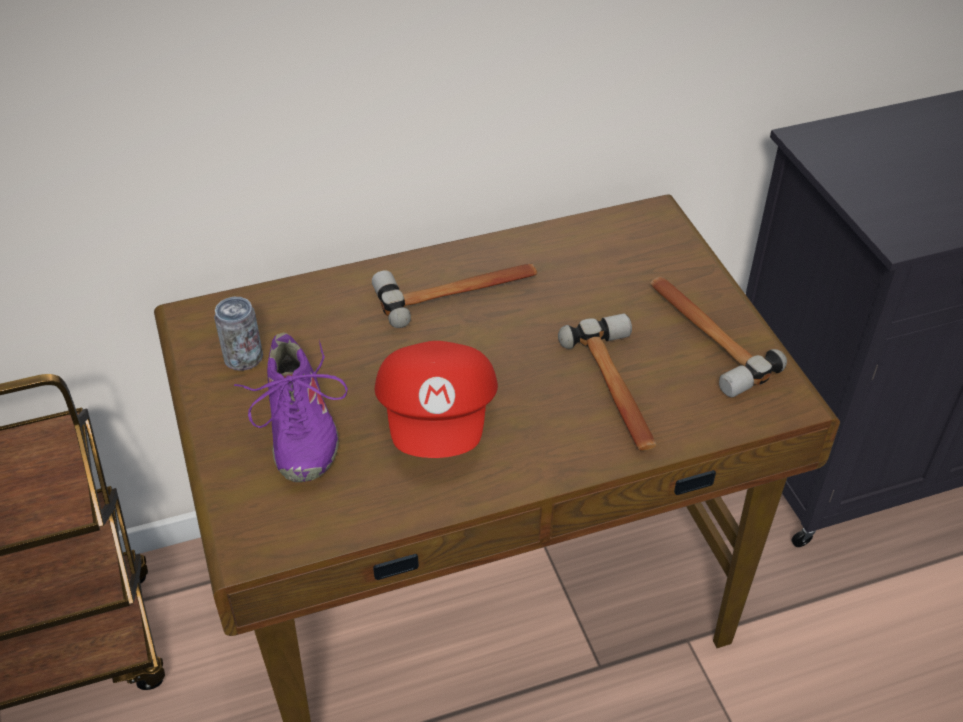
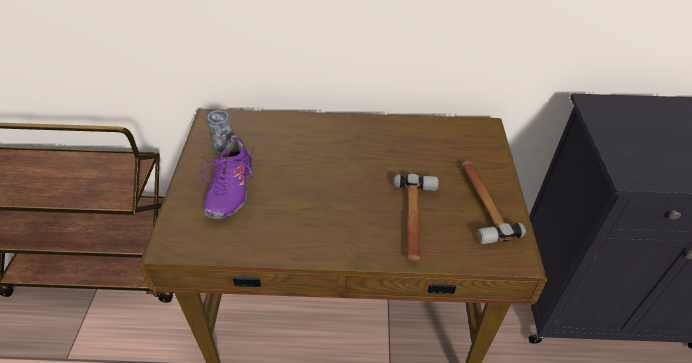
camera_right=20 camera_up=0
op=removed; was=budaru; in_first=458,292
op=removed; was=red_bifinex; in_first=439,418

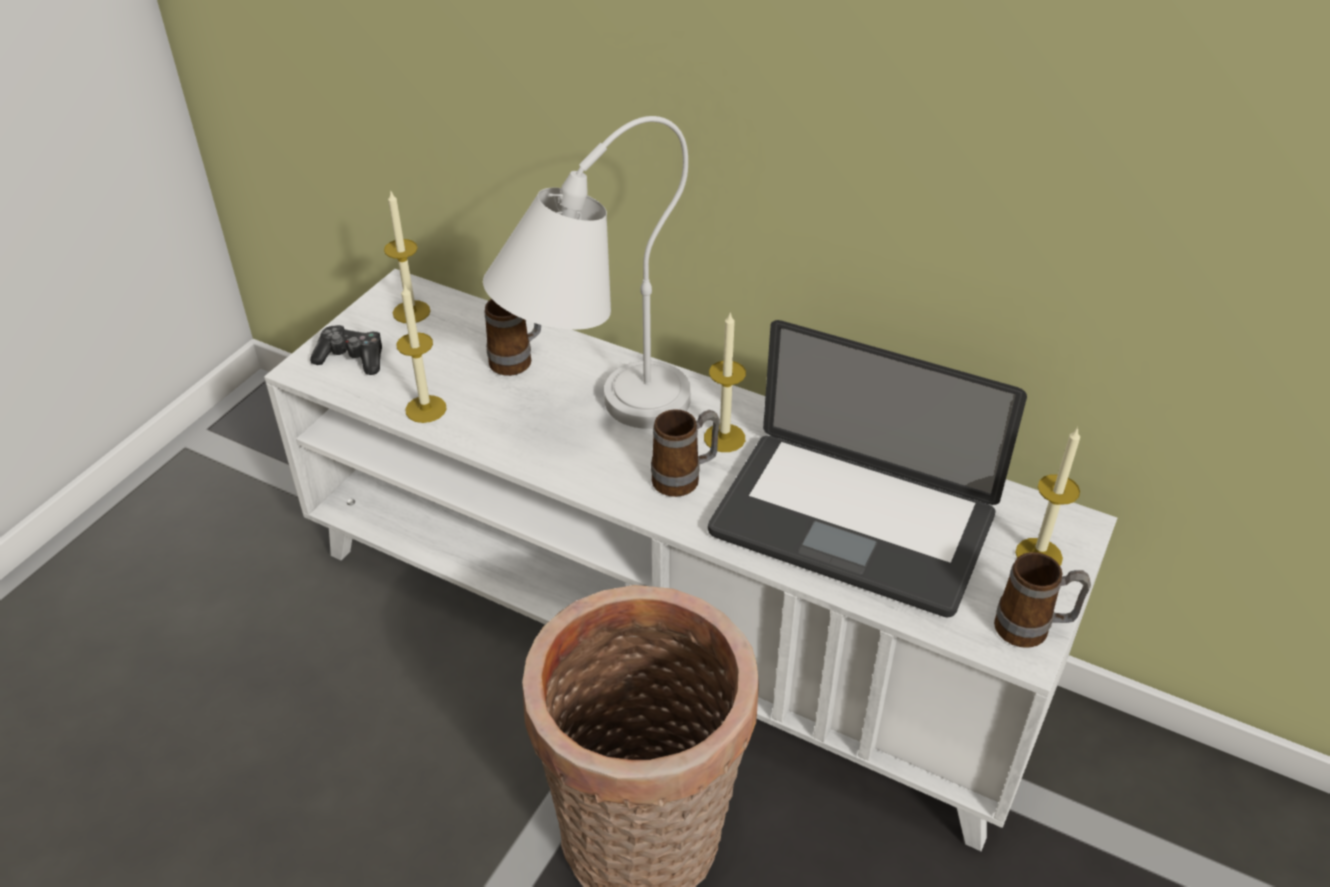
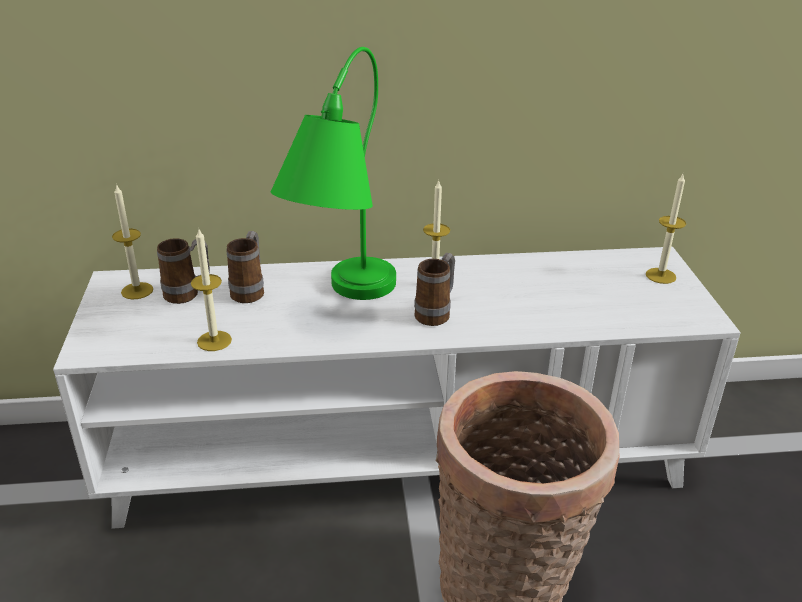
camera_right=-35 camera_up=-10
op=removed; was=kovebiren; in_first=352,358
op=recoloured; was=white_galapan; now=green_galapan; in_first=593,419; in_second=341,304
op=removed; was=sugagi; in_first=851,525
op=moved; was=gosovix; in_first=1032,630; in_second=188,294

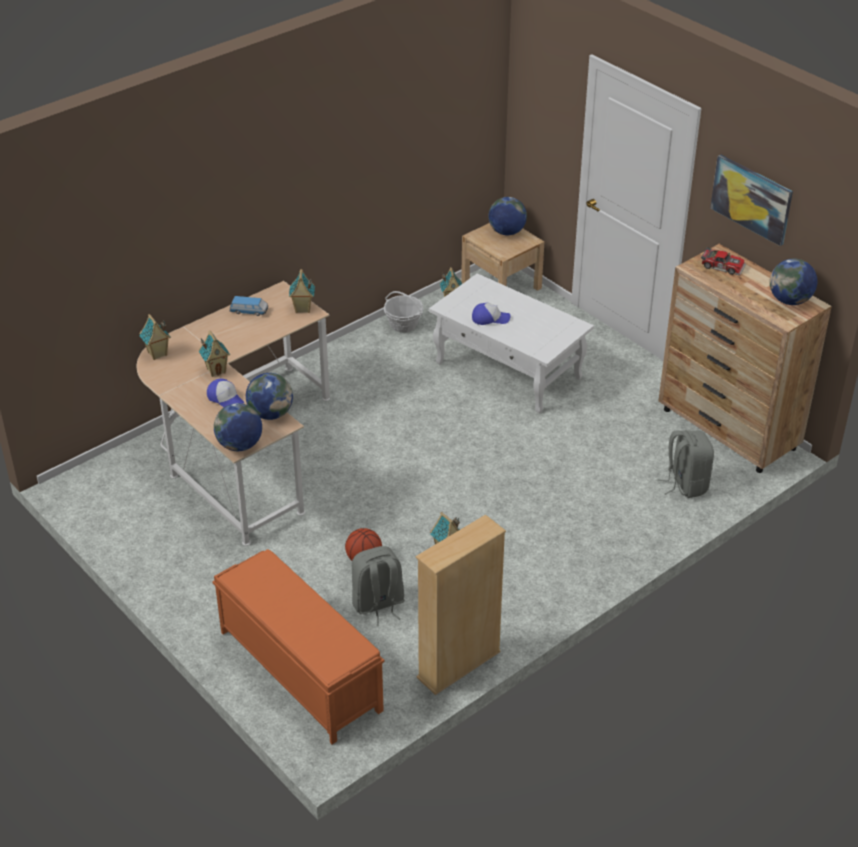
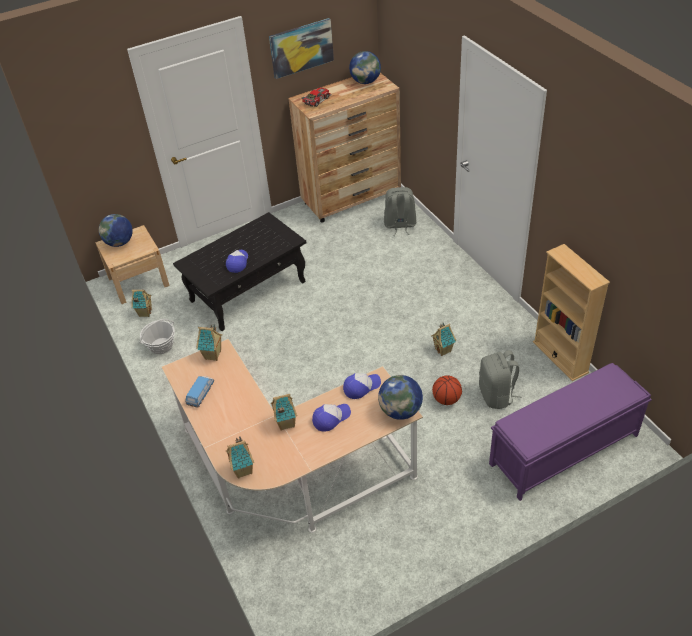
camera_right=-75 camera_up=5
op=recoloured; was=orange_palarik; now=purple_palarik; in_first=299,670; in_second=563,450
op=replaced; was=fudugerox; now=bifinex; in_first=270,414; in_second=361,387
op=recoloured; was=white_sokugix; now=black_sokugix; in_first=509,370; in_second=248,291

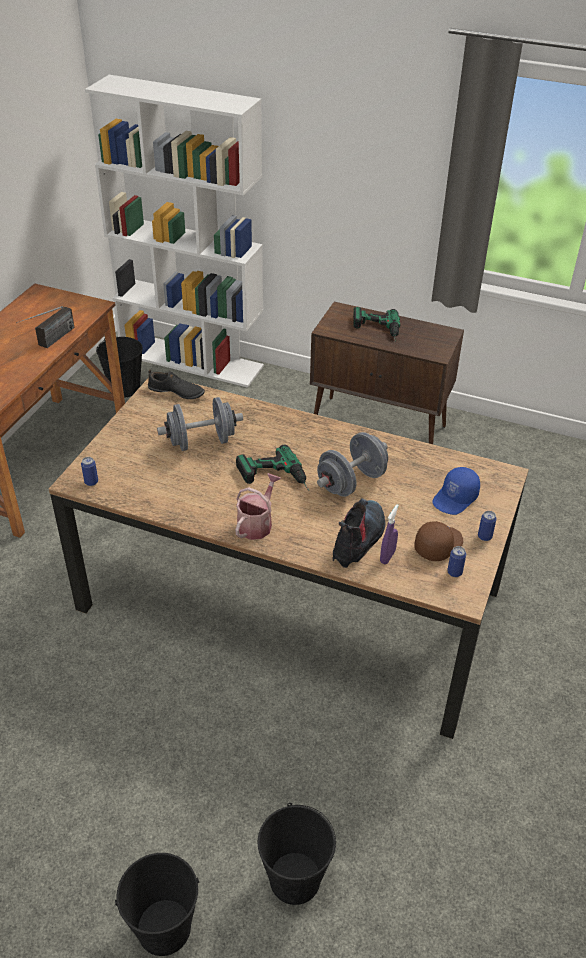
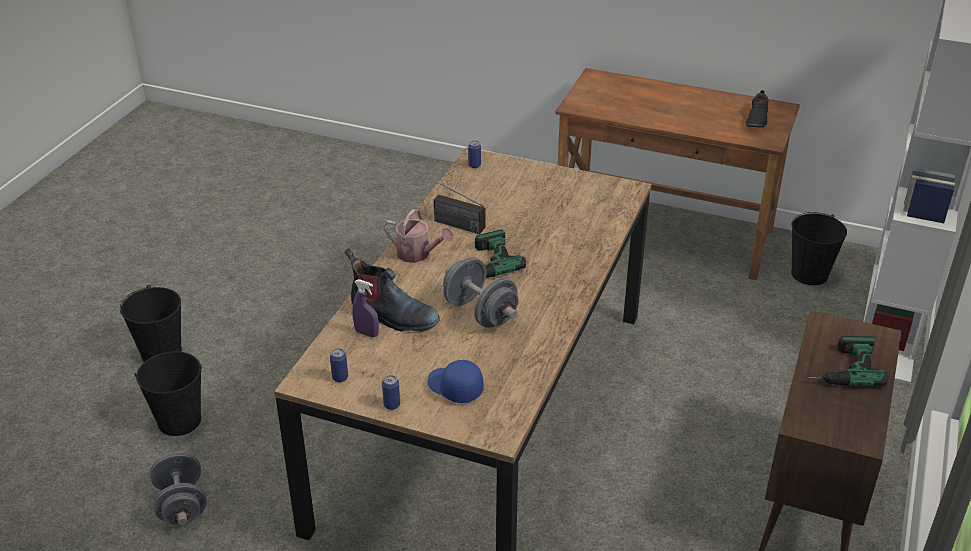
camera_right=90 camera_up=-5
op=moved; was=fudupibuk; in_first=50,342; in_second=446,221
op=moved; was=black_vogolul; in_first=176,392; in_second=756,119
op=moved; was=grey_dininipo; in_first=201,442; in_second=181,504
op=removed; was=brown_bifinex; in_first=438,545

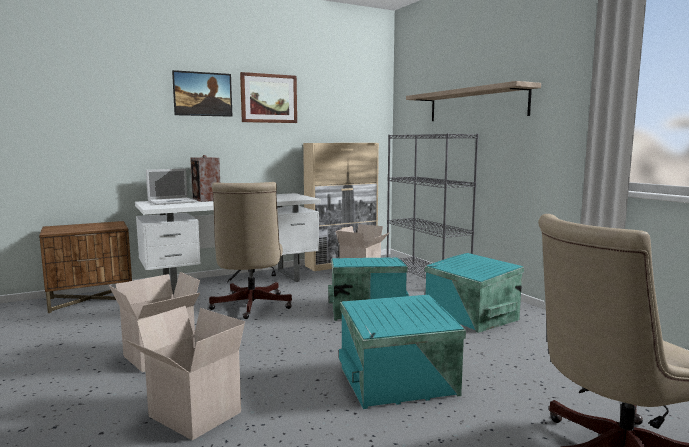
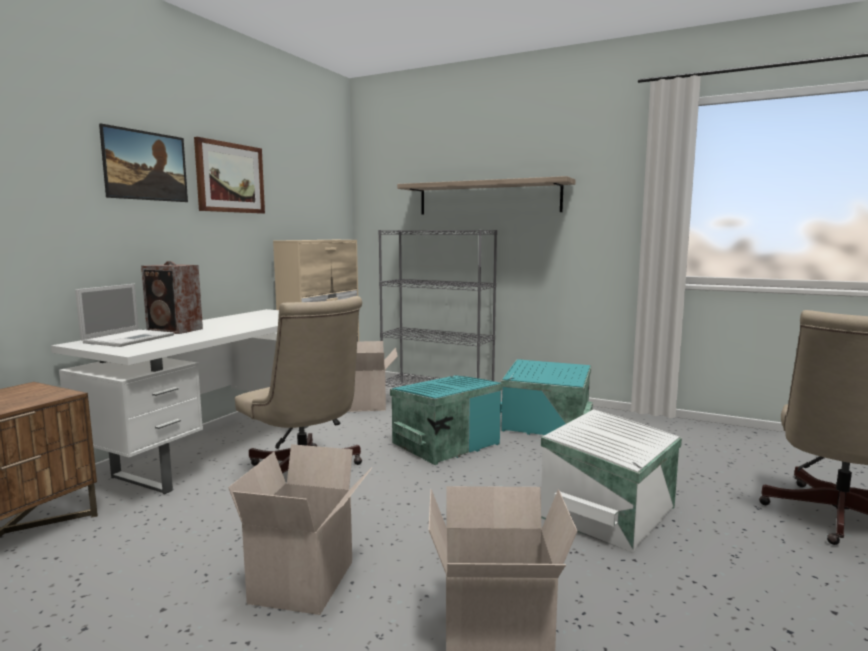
camera_right=-35 camera_up=0
op=recoloured; was=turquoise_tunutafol; now=white_tunutafol; in_first=400,382; in_second=611,512

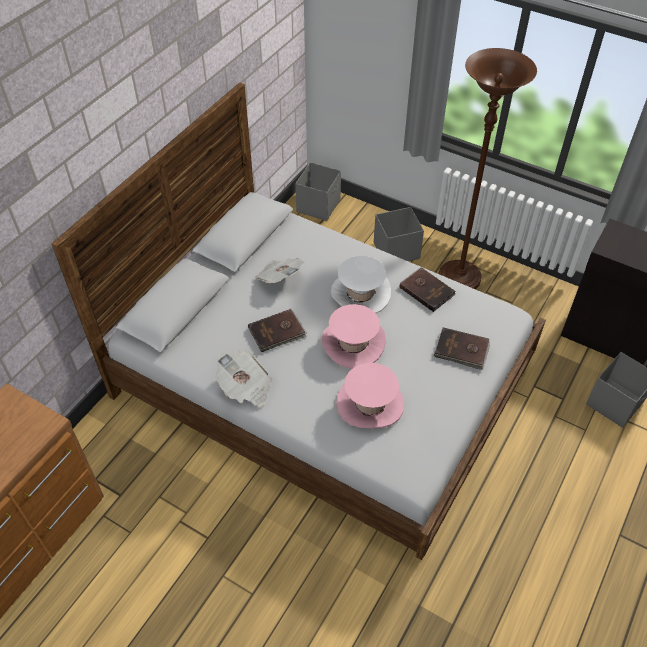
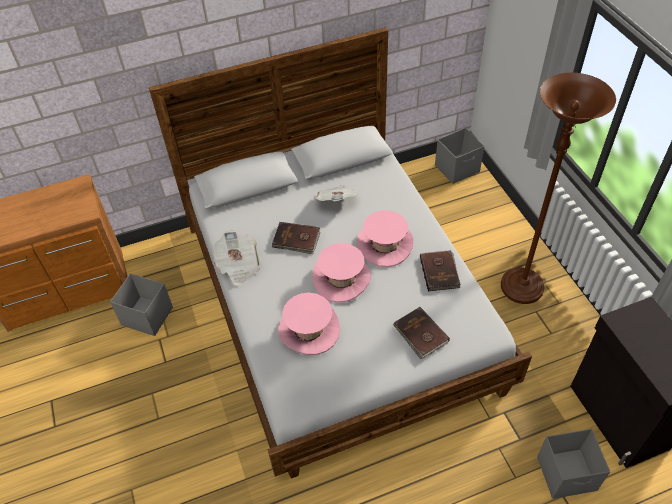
camera_right=40 camera_up=0
op=recoloured; was=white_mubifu; now=pink_mubifu; in_first=360,293; in_second=385,245
op=moved; was=grey_tunutafol; in_first=395,251; in_second=147,316

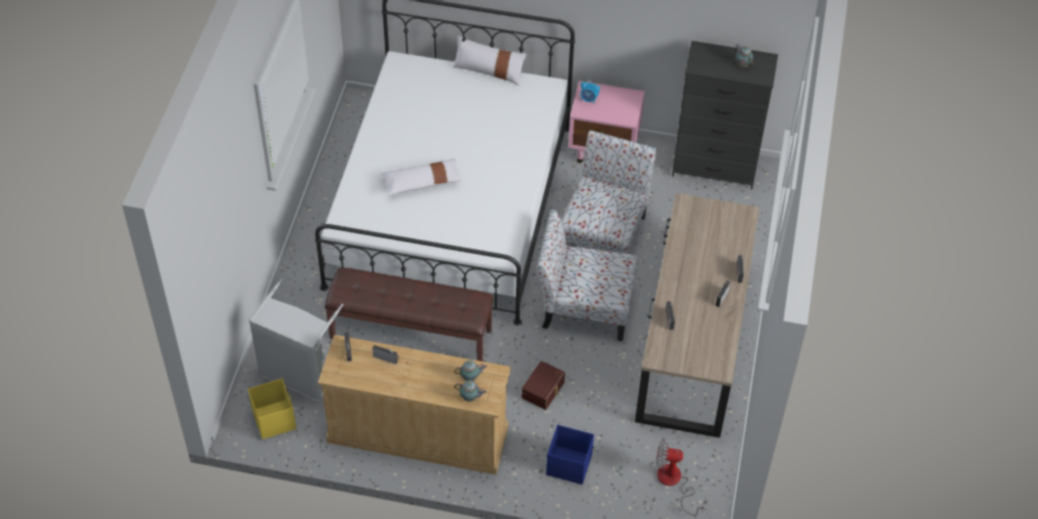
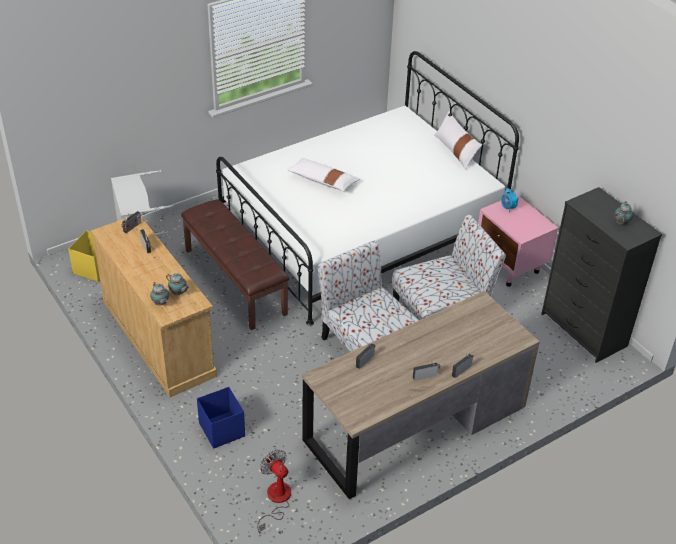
camera_right=45 camera_up=-10
op=removed; was=brown_tunutafol; in_first=544,390

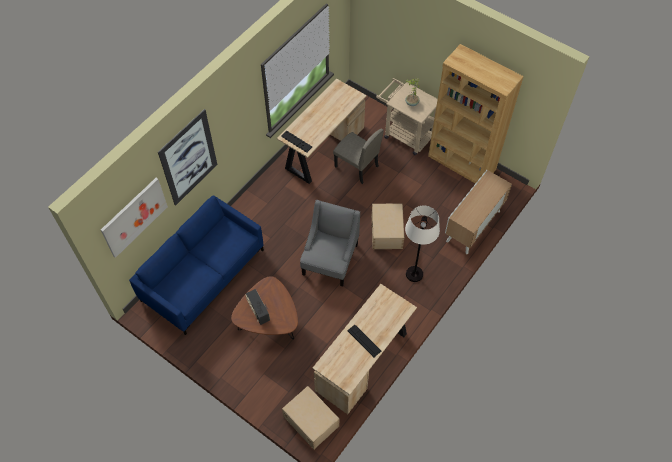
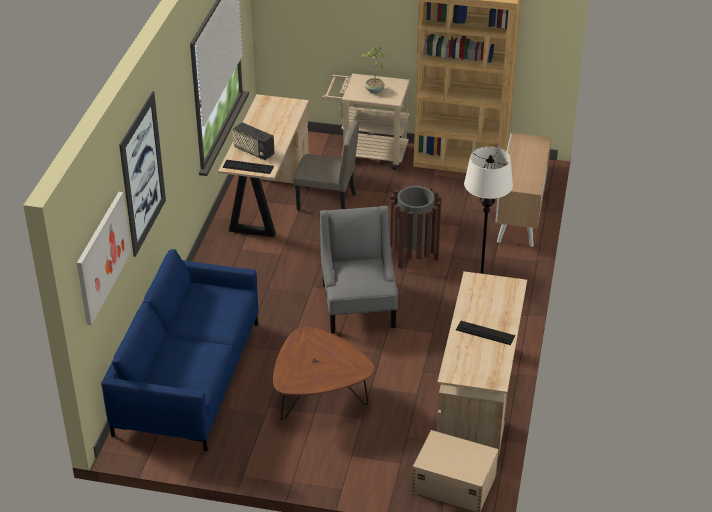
camera_right=-25 camera_up=-20
op=moved; was=fudupibuk; in_first=258,311; in_second=253,151
op=replaced; was=beige_tunutafol; now=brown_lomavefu; in_first=386,232; in_second=414,255

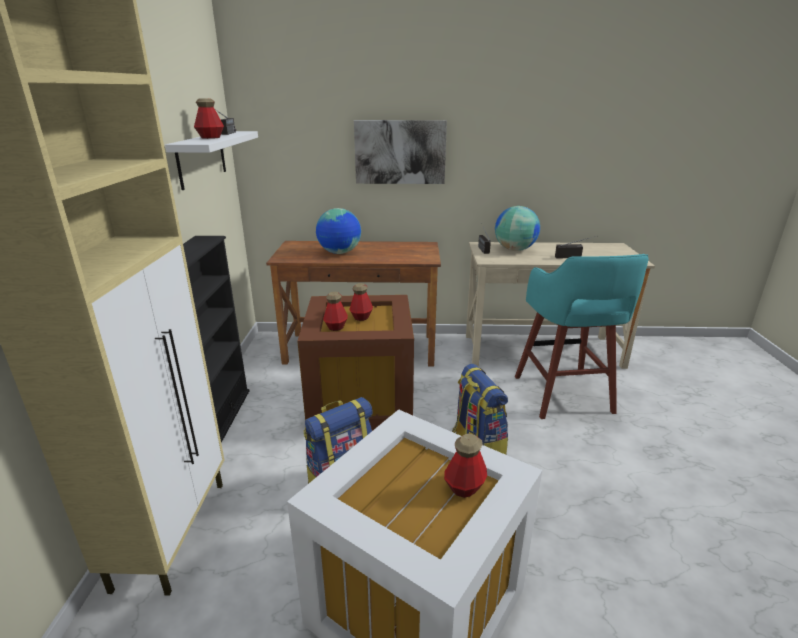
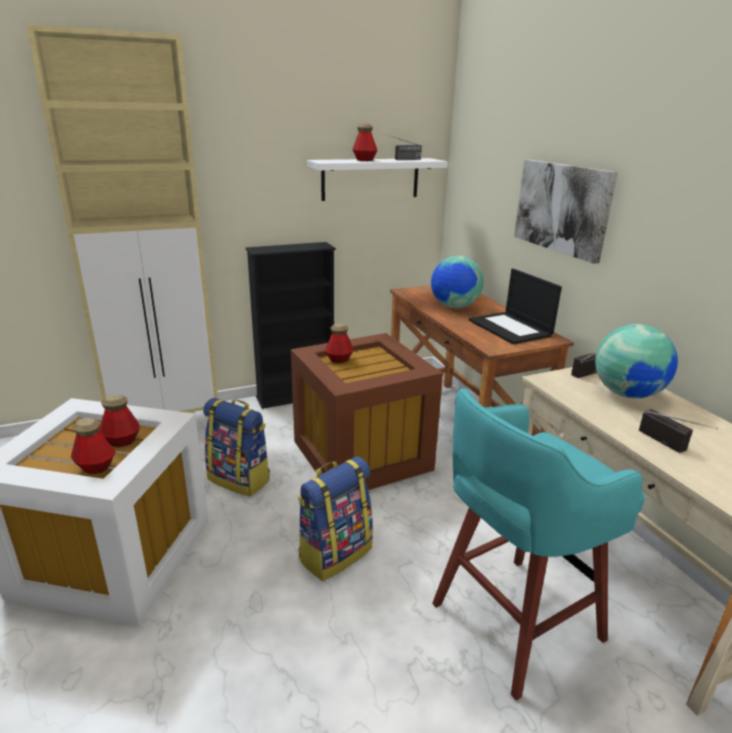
camera_right=65 camera_up=0
op=moved; was=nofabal; in_first=361,317; in_second=121,441
op=added; now=sugagi; in_second=511,328

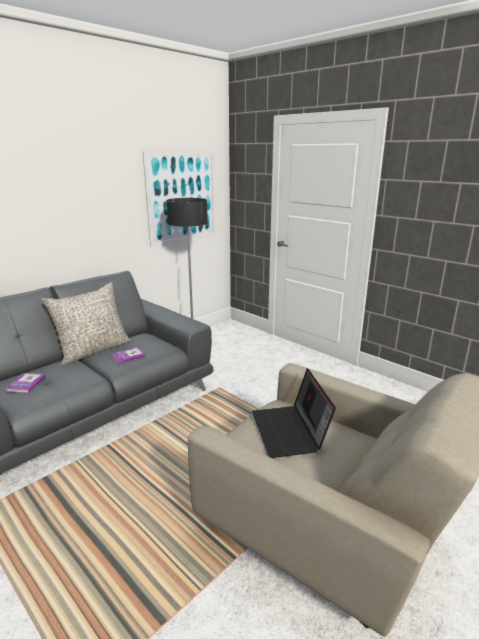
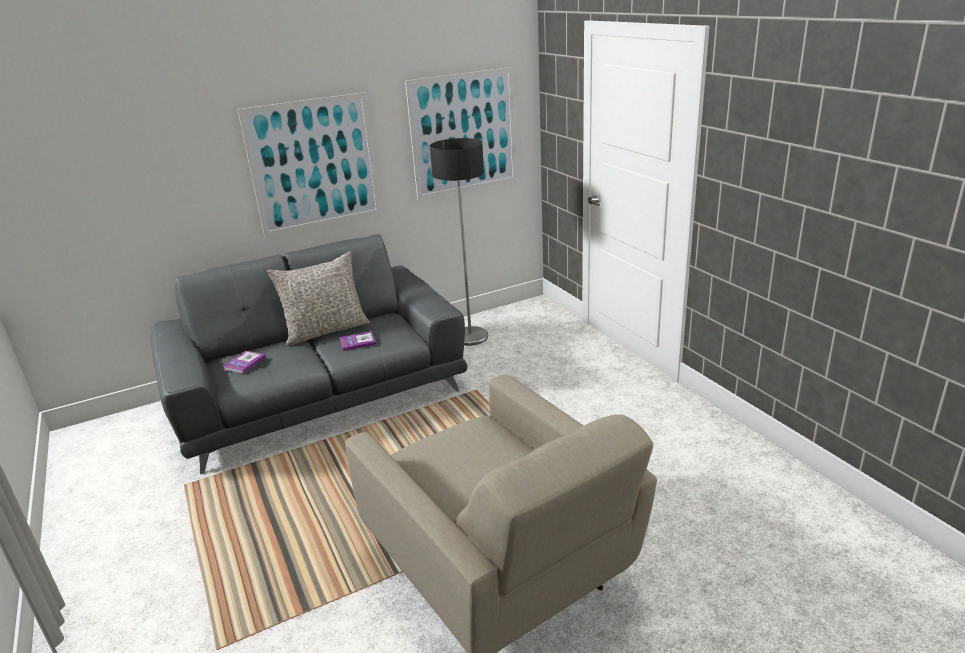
camera_right=20 camera_up=5
op=removed; was=sugagi; in_first=290,431
op=added; now=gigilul; in_second=314,164

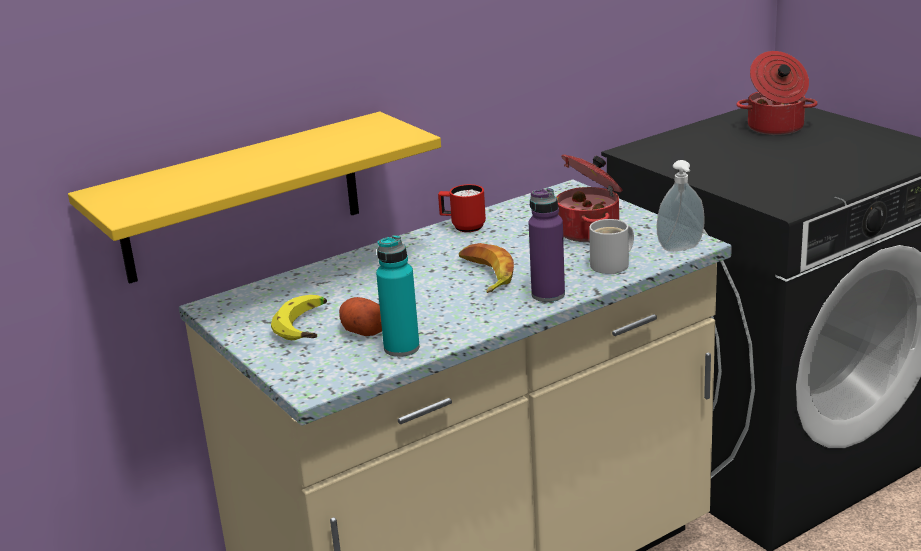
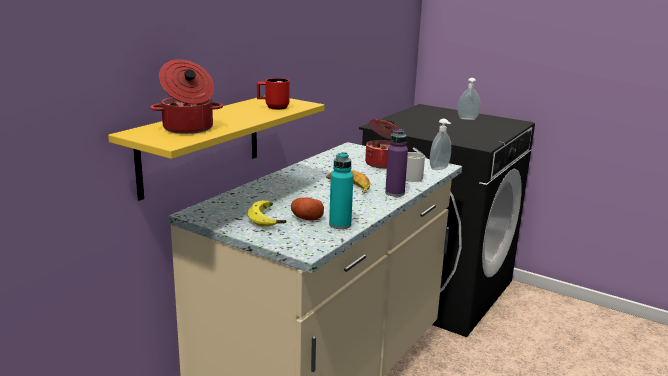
camera_right=-25 camera_up=-5
op=moved; was=red_gosovix; in_first=463,227; in_second=273,107
op=moved; was=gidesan; in_first=775,128; in_second=188,128
op=added; now=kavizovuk; in_second=467,119

